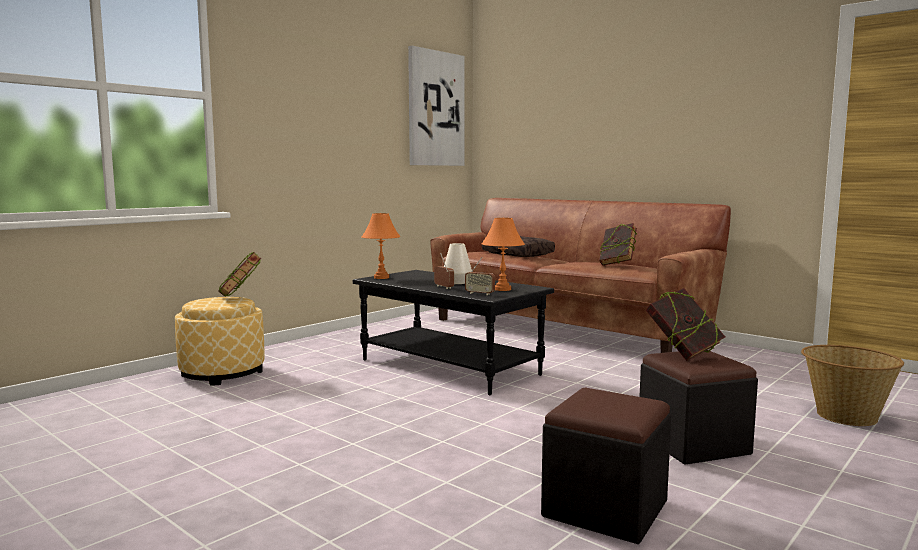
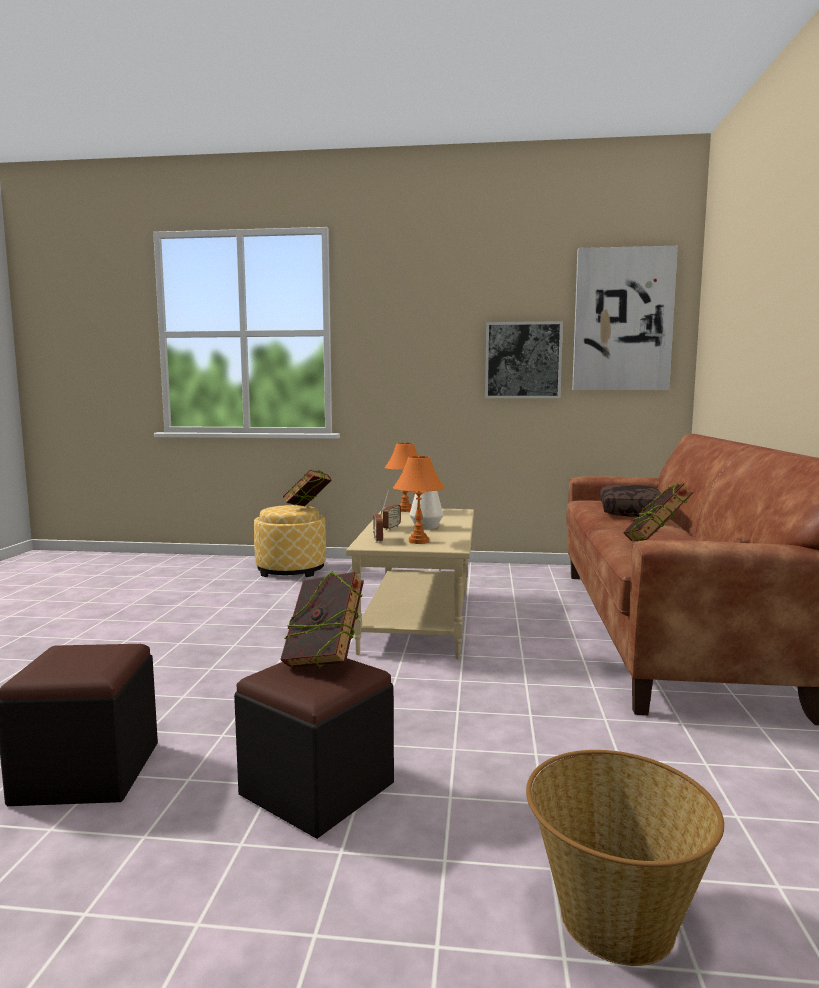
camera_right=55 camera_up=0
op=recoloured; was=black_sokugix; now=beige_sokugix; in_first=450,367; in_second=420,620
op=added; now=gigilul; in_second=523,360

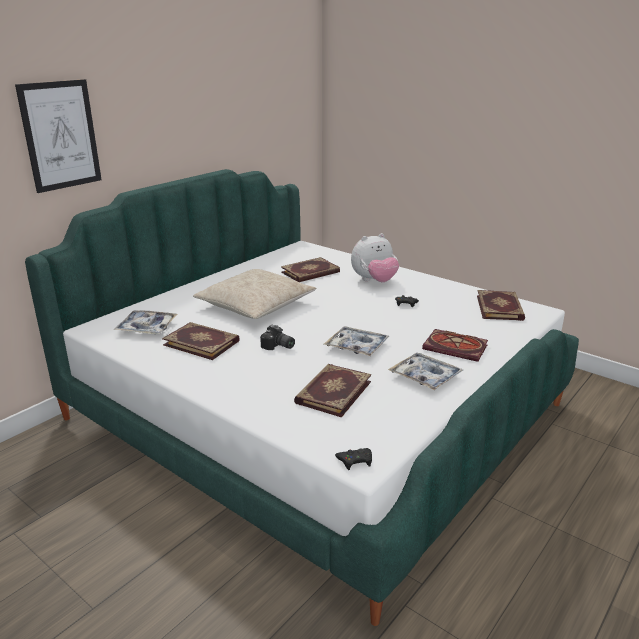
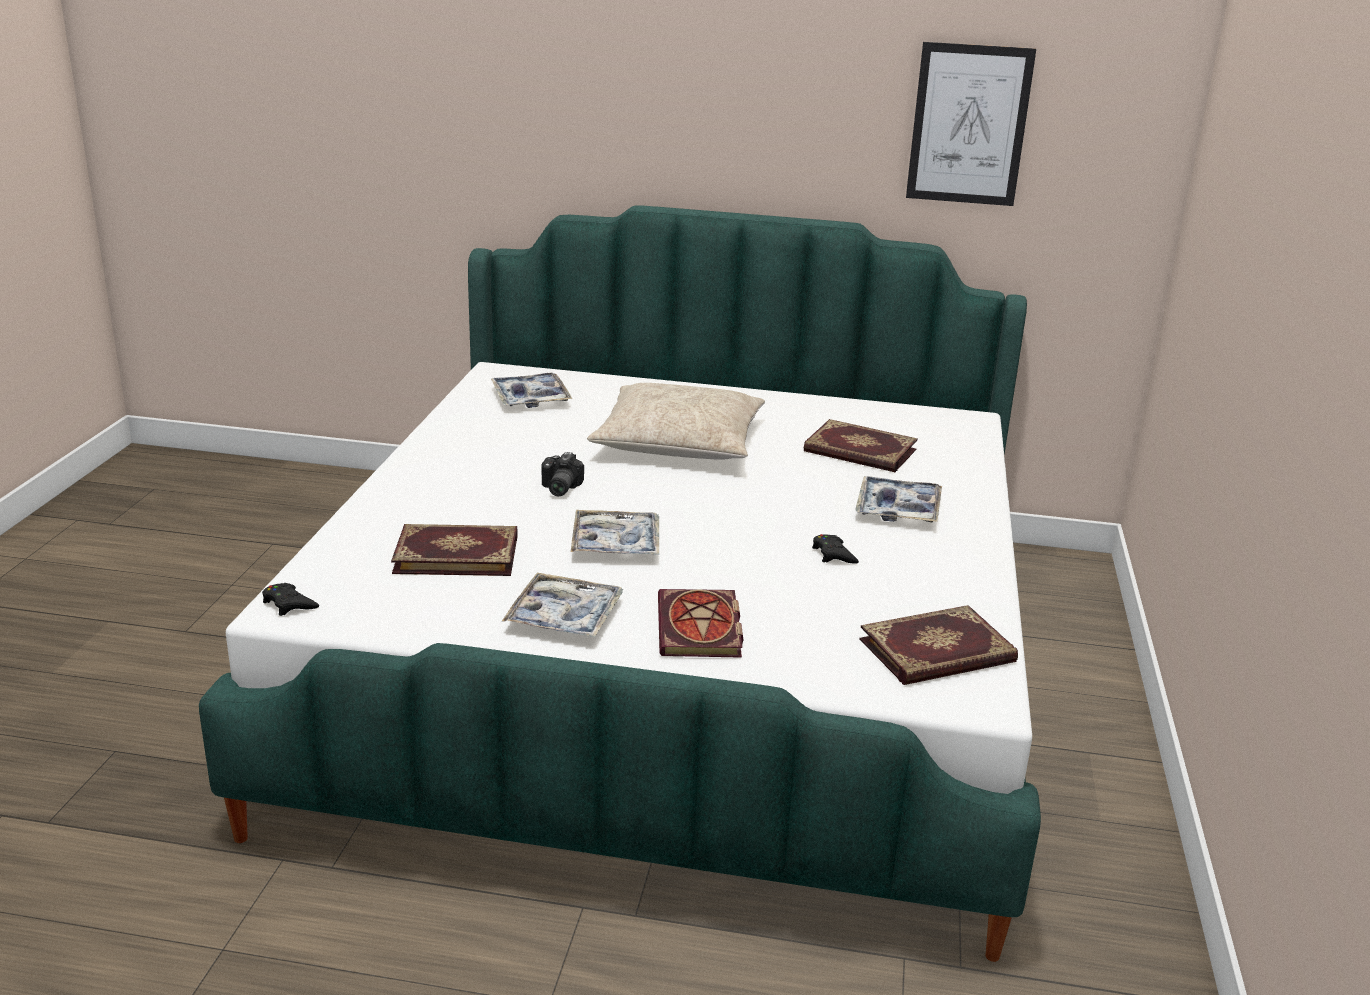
camera_right=60 camera_up=0
op=moved; was=gigilul; in_first=60,135; in_second=969,125
op=removed; was=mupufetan; in_first=202,342
op=replaced; was=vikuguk; now=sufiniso; in_first=374,281; in_second=898,509

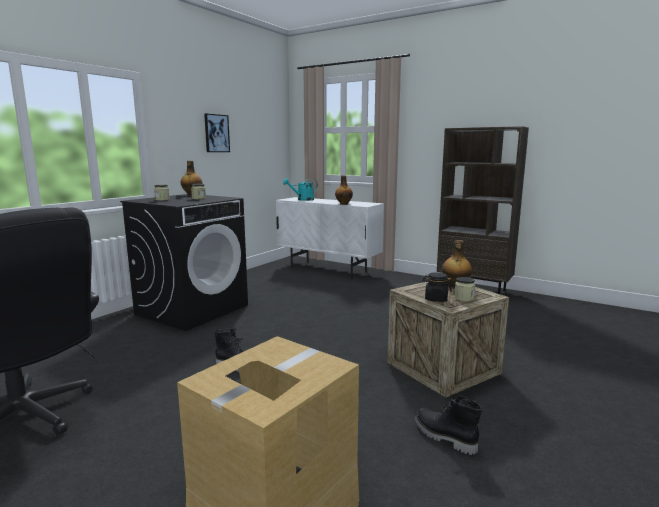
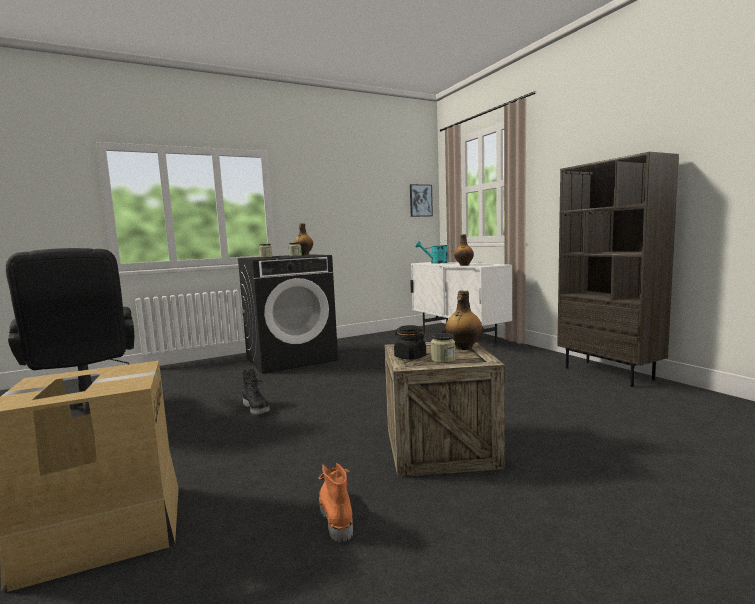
camera_right=30 camera_up=-5
op=moved; was=gigilul; in_first=216,133; in_second=420,200
op=recoloured; was=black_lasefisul; now=orange_lasefisul; in_first=444,437; in_second=335,514

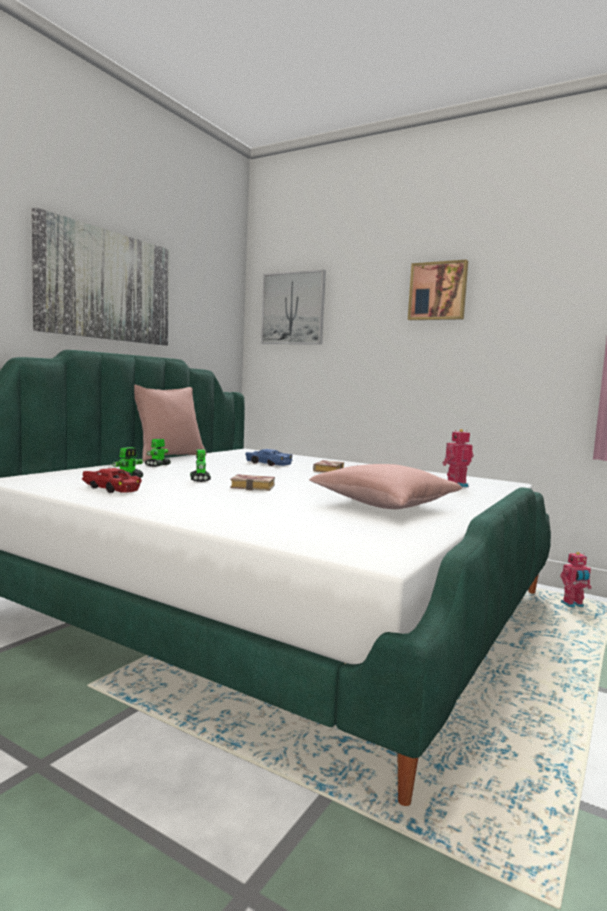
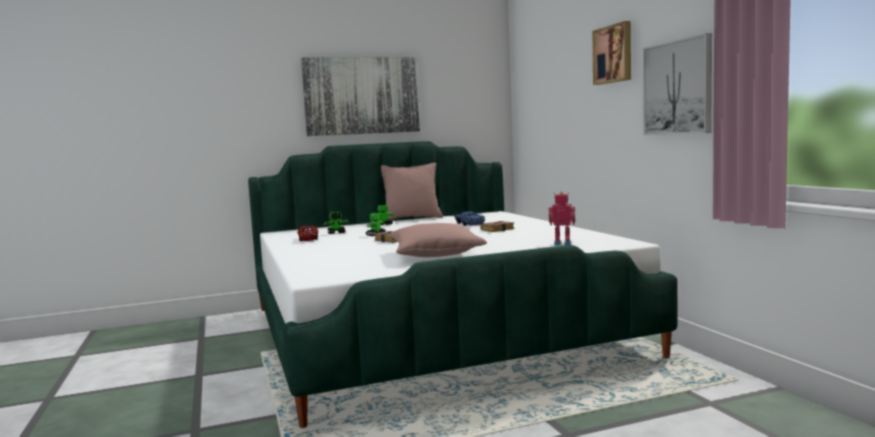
camera_right=40 camera_up=0
op=moved; was=gigilul; in_first=293,308; in_second=678,88
op=removed; was=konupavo; in_first=573,606

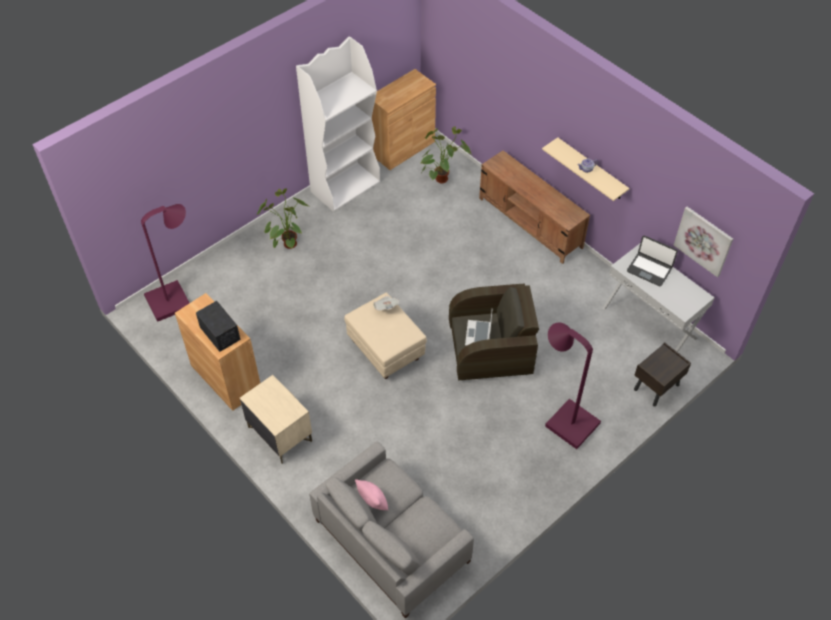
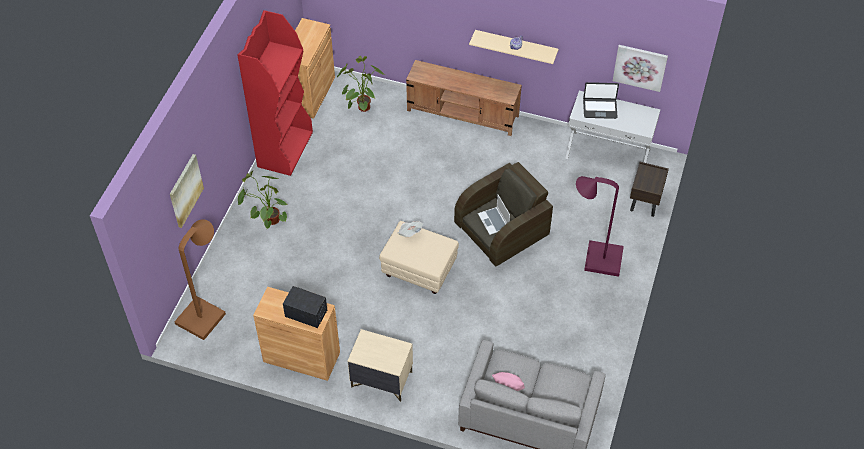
camera_right=-30 camera_up=0
op=recoloured; was=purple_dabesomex; now=brown_dabesomex; in_first=175,299; in_second=205,313
op=recoloured; was=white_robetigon; now=red_robetigon; in_first=345,186; in_second=285,149
op=added; now=gigilul; in_second=185,190

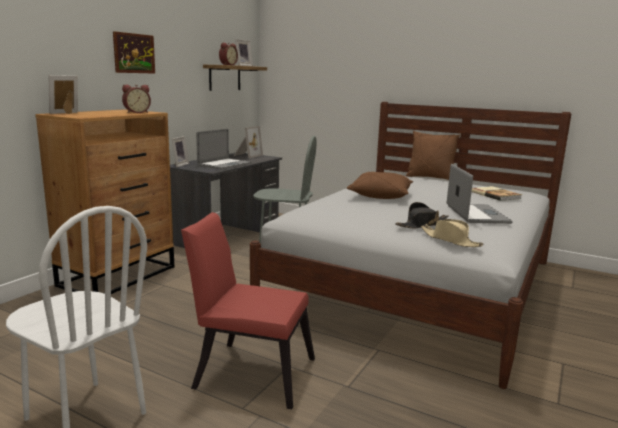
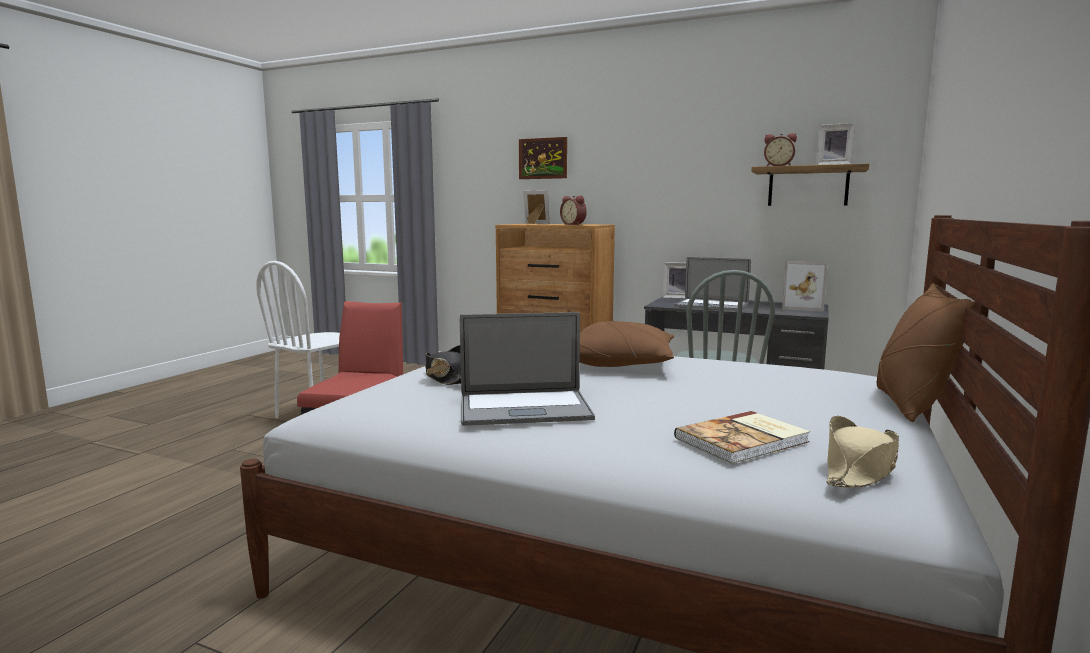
camera_right=85 camera_up=-5
op=moved; was=gigilul; in_first=134,53; in_second=543,158
op=moved; was=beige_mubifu; in_first=450,240; in_second=859,469

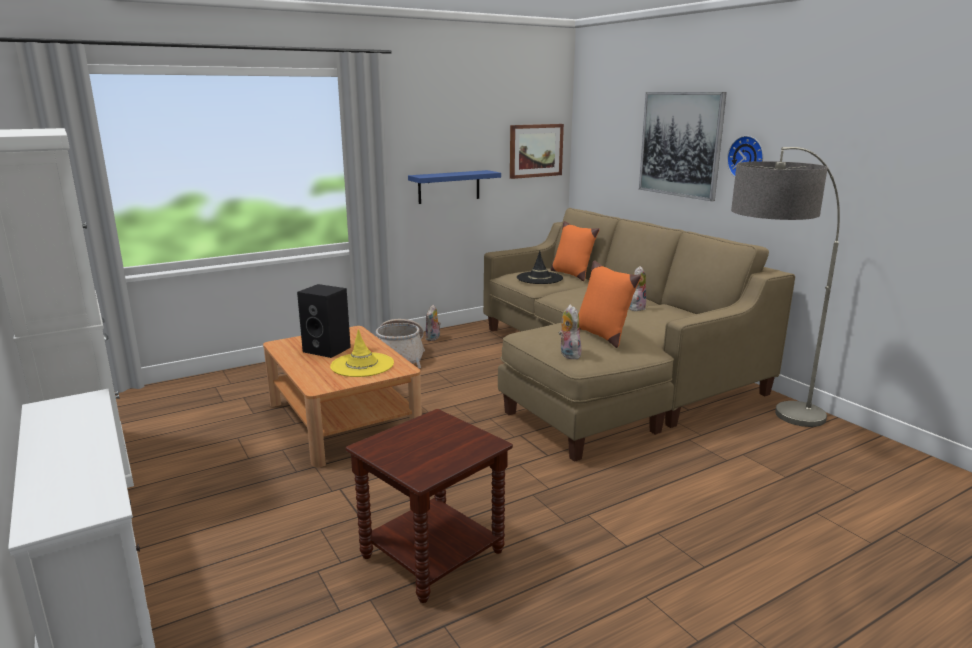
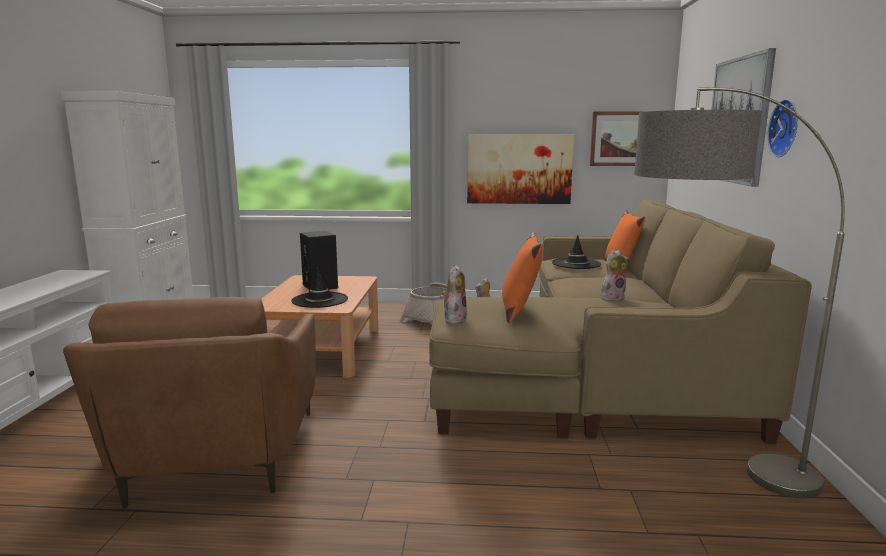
camera_right=35 camera_up=-5
op=recoloured; was=yellow_mubifu; now=black_mubifu; in_first=362,365; in_second=320,300
op=replaced; was=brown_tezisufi; now=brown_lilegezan; in_first=433,555; in_second=215,459
op=replaced; was=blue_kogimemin; now=gigilul; in_first=449,187; in_second=519,169

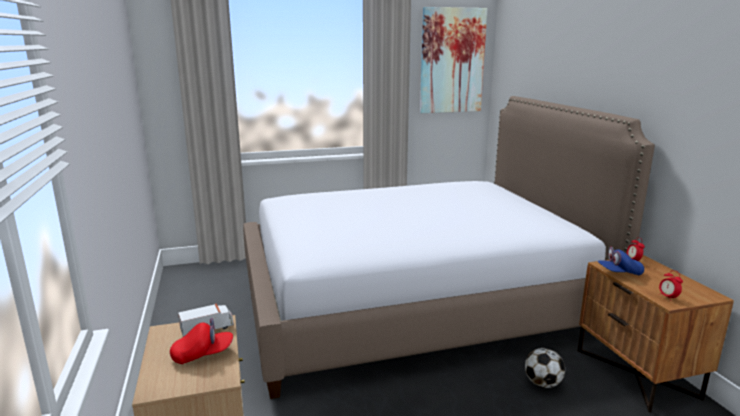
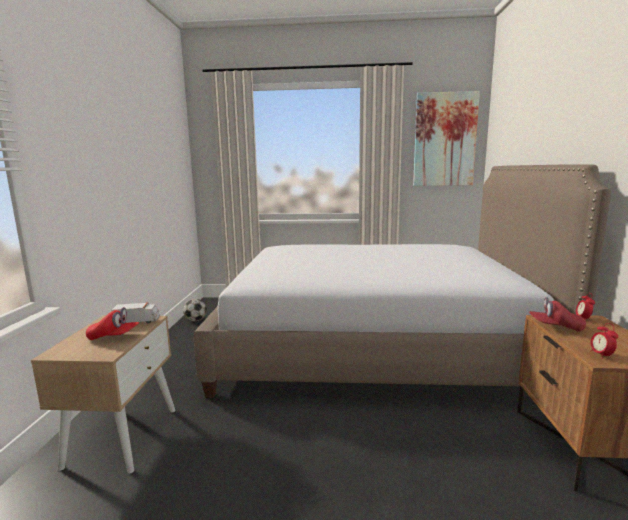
camera_right=20 camera_up=-5
op=moved; was=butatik; in_first=542,384; in_second=195,320
op=recoloured; was=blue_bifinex; now=red_bifinex; in_first=619,273; in_second=555,327

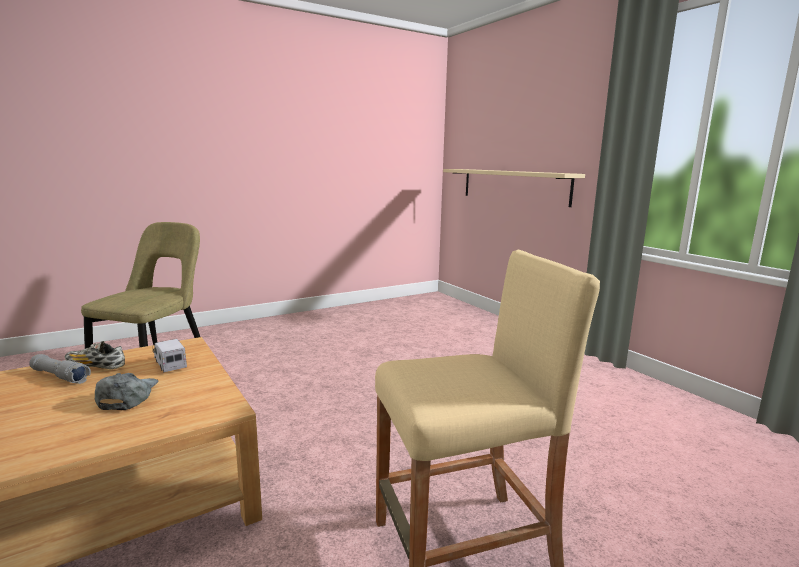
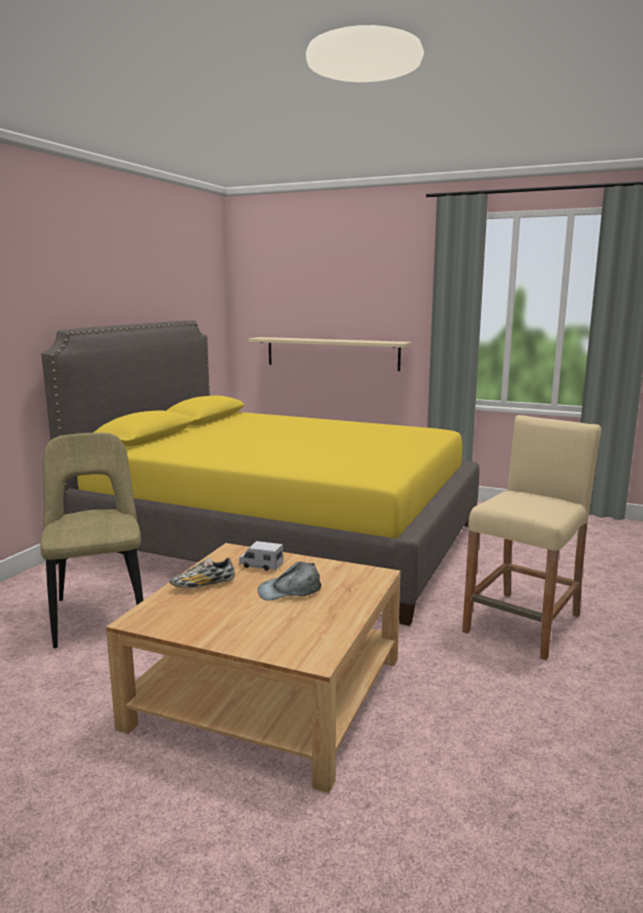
camera_right=-35 camera_up=0
op=removed; was=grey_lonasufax; in_first=60,376
op=turned; was=grey_bifinex; in_first=127,396; in_second=290,590; clockwise=-60
op=added; now=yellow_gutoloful; in_second=281,539

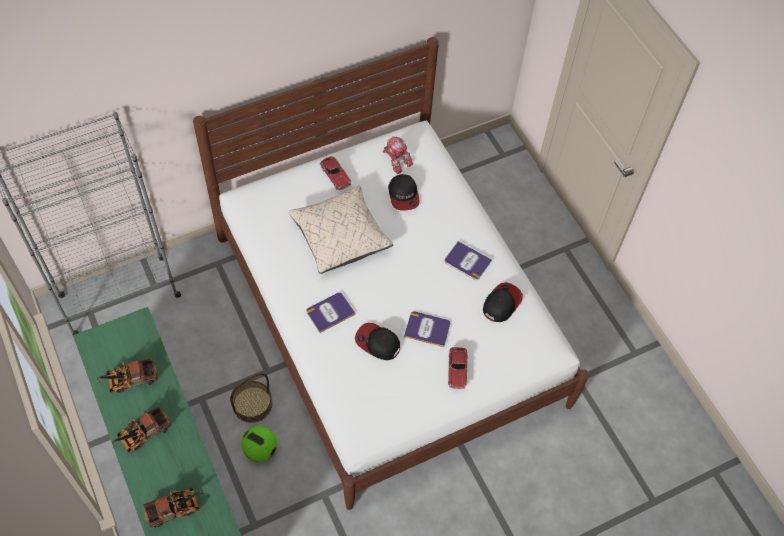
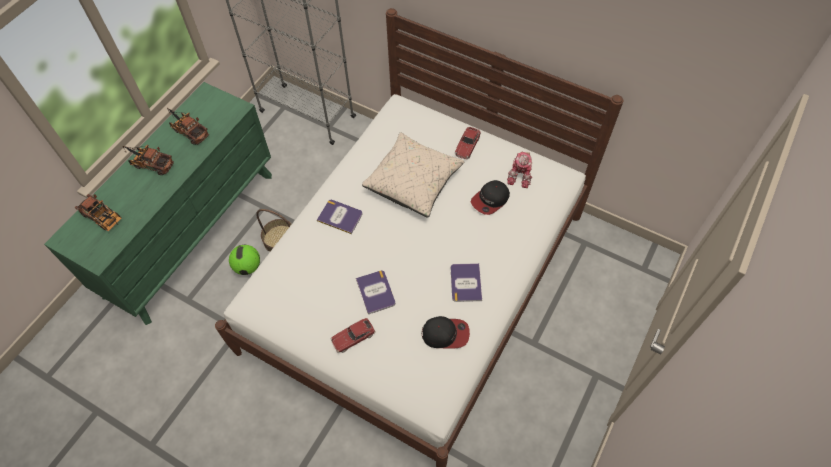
camera_right=60 camera_up=0
op=removed; was=bifinex; in_first=377,343

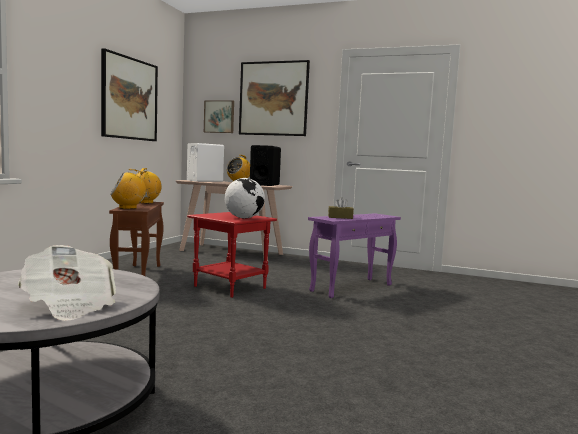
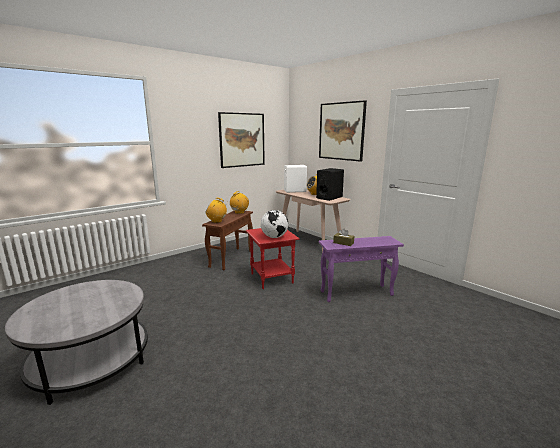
camera_right=30 camera_up=10
op=removed; was=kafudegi; in_first=70,305
op=removed; was=gigilul; in_first=219,116

